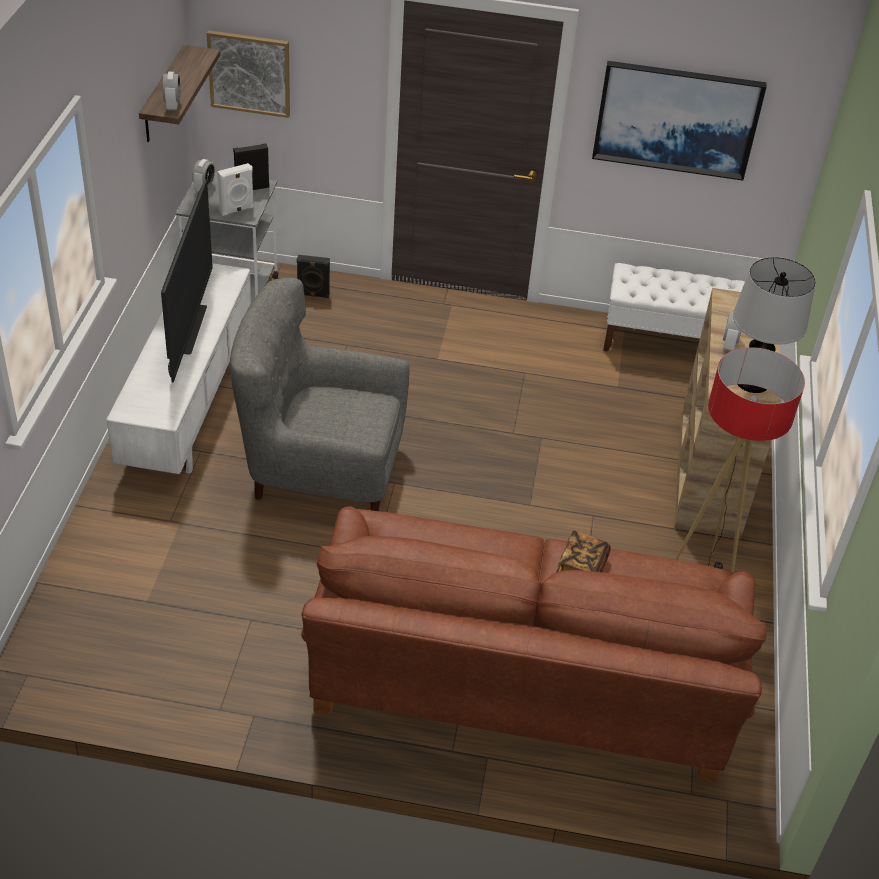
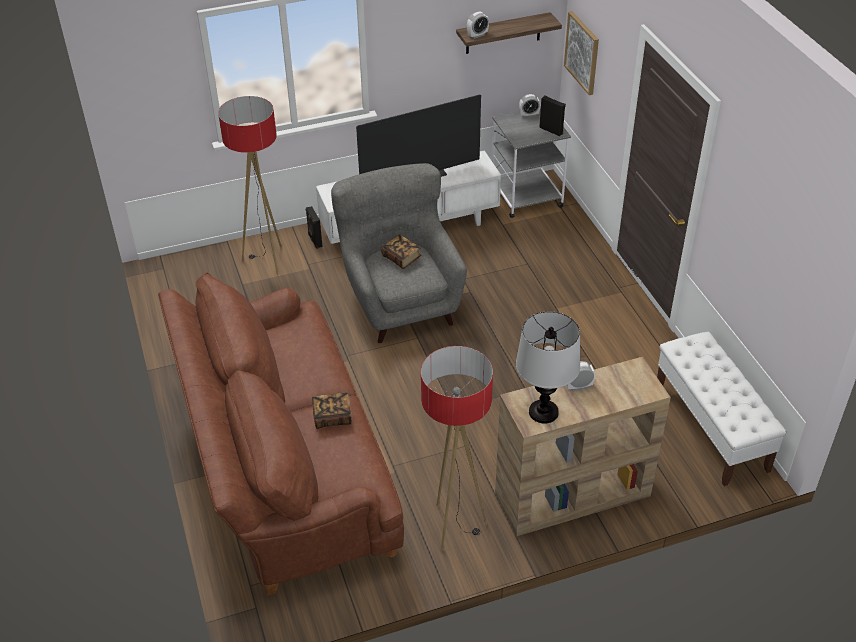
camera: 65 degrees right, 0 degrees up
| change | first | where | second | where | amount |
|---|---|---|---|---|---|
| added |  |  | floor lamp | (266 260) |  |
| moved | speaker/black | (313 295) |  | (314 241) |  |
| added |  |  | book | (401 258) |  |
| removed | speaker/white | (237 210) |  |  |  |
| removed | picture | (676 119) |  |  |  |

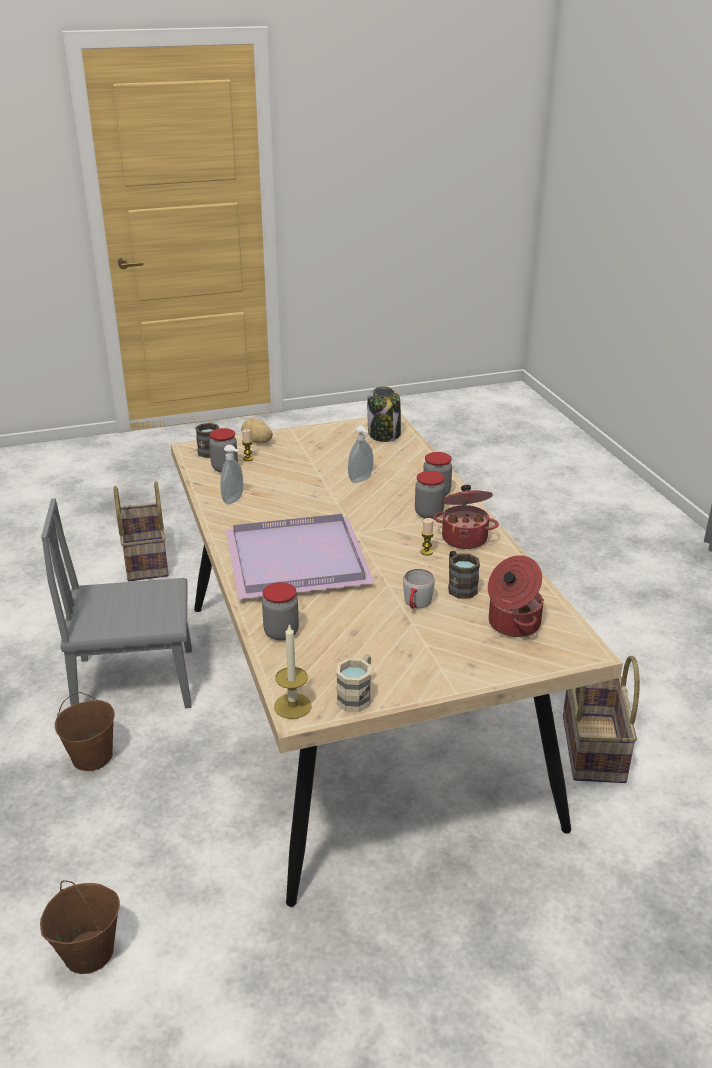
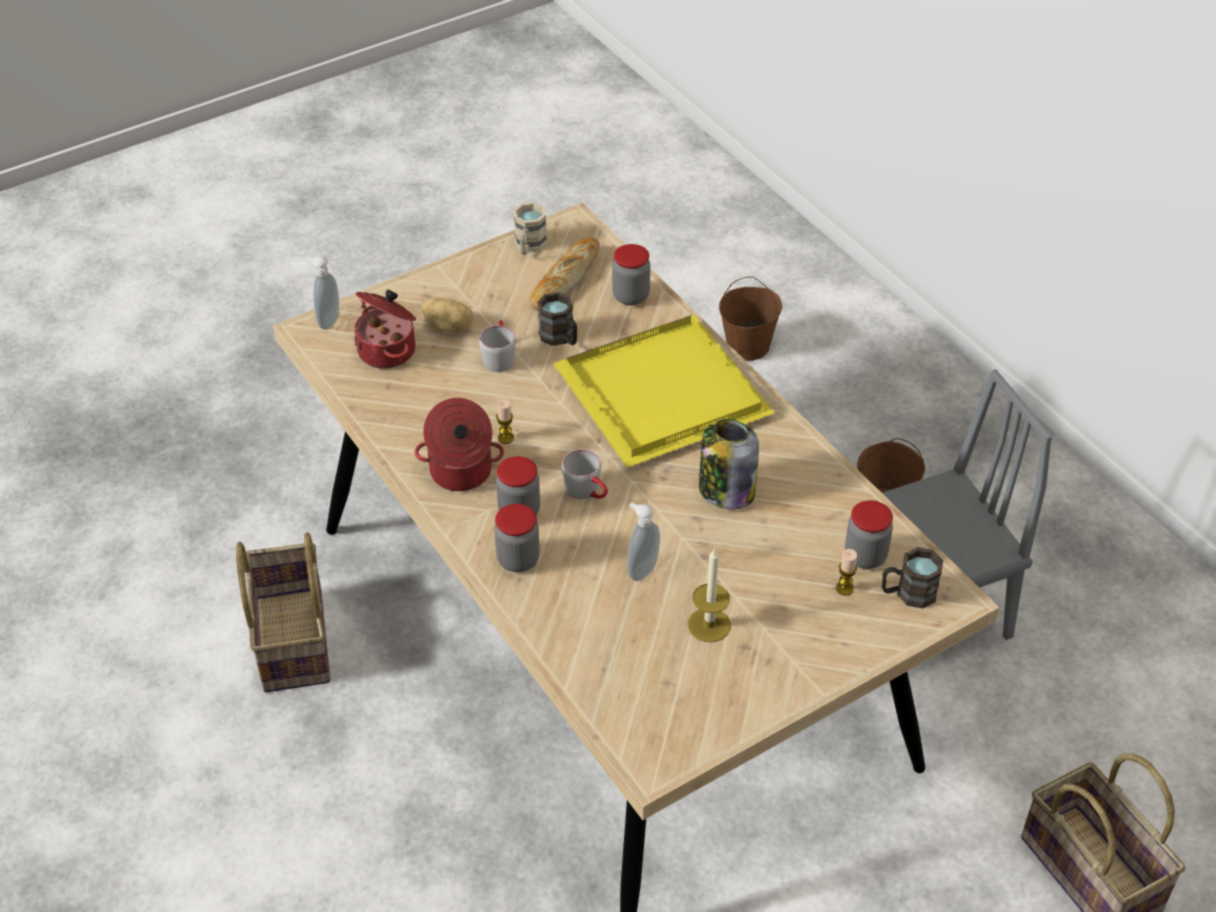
camera: 165 degrees right, 15 degrees up
| change | first | where | second | where | amount |
|---|---|---|---|---|---|
| moved | soap dispenser | (234 500) |  | (327 320) |  |
| moved | potato | (257 441) |  | (449 326) |  |
| added |  |  | bread | (564 279) |  |
| moved | mug/brown | (459 586) |  | (560 338) |  |
| recoloured | tray/purple | (299 559) | tray/yellow | (660 396) |  |
| added |  |  | mug/grey | (588 492) |  |
| moved | candle | (292 706) |  | (709 625) |  |
| moved | jar | (384 435) |  | (726 490) |  |

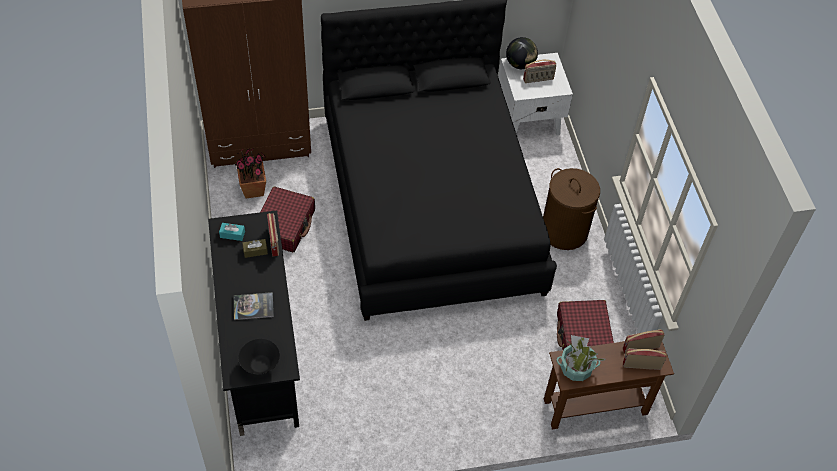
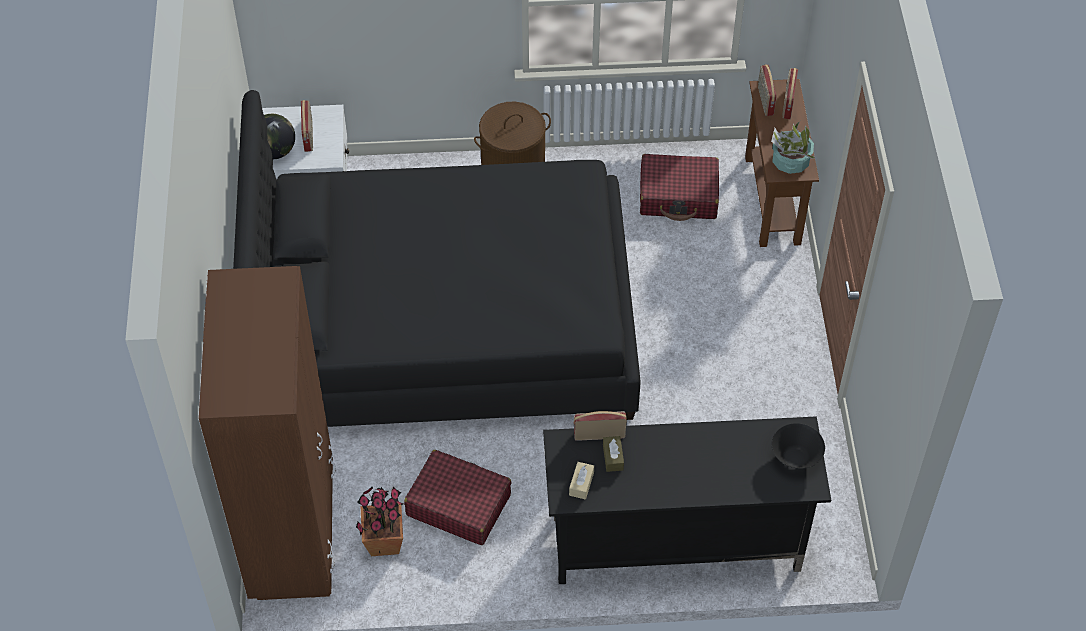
camera: 80 degrees left, 0 degrees up
| change | first | where | second | where | amount |
|---|---|---|---|---|---|
| recoloured | tissue box/turquoise | (232 234) | tissue box/beige | (581 484) |  |
| removed | book | (253 306) |  |  |  |

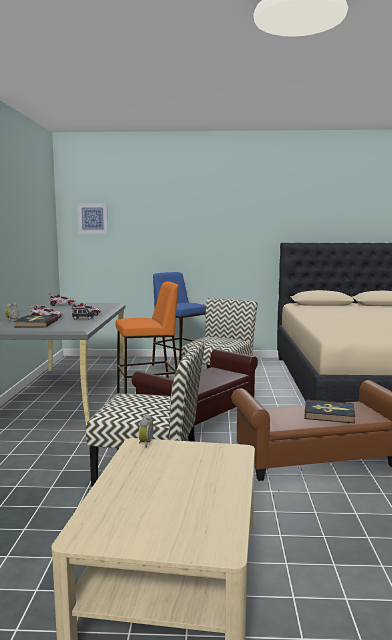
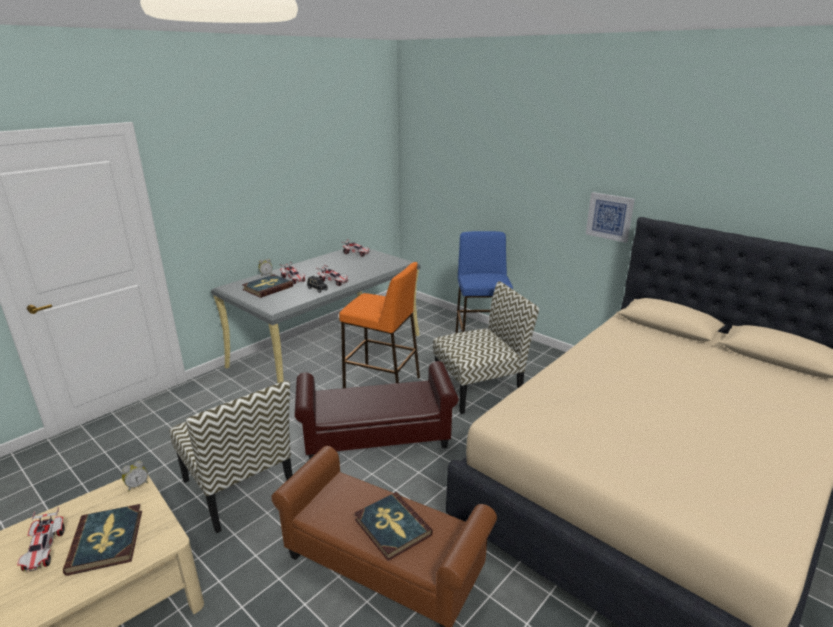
camera: 40 degrees right, 15 degrees up
| change | first | where | second | where | amount |
|---|---|---|---|---|---|
| added |  |  | toy car | (44 550) |  |
| added |  |  | book | (107 541) |  |
| moved | picture | (92 218) |  | (609 216) |  |

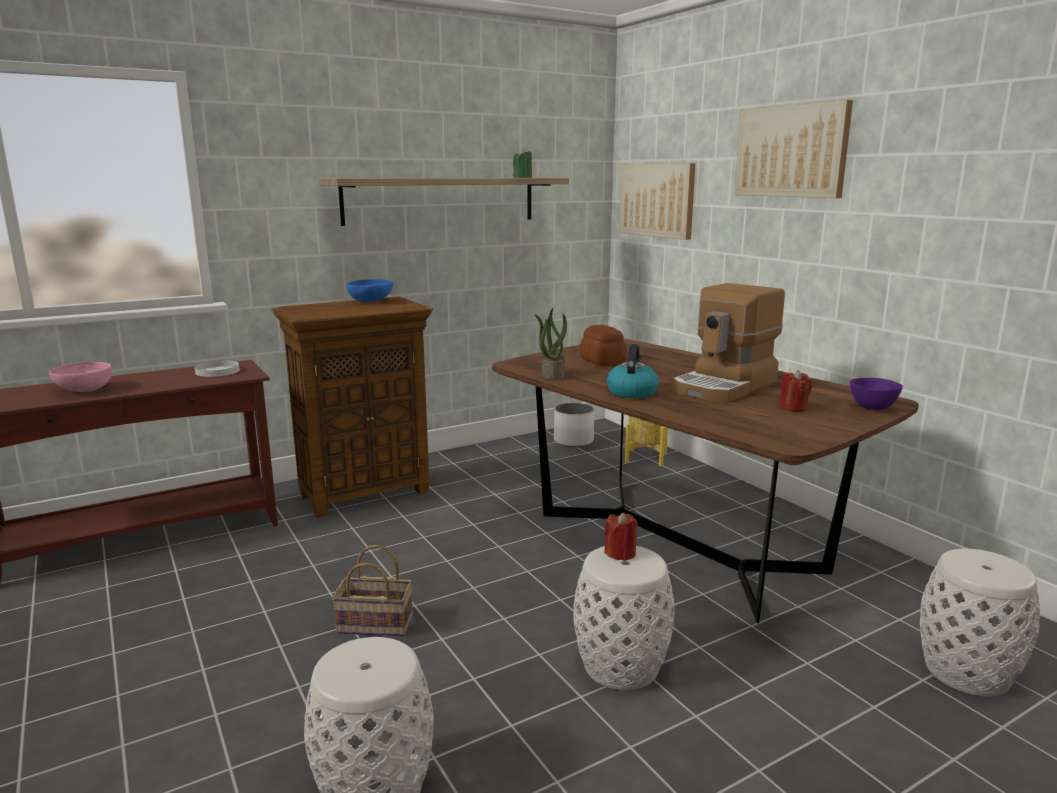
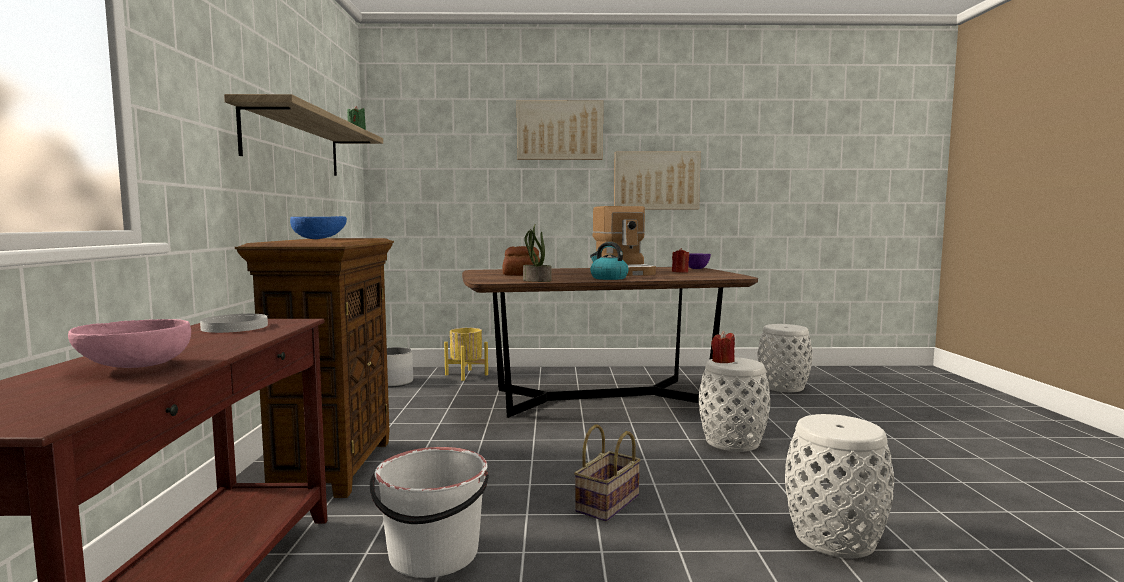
camera: 60 degrees left, 10 degrees down
| change | first | where | second | where | amount |
|---|---|---|---|---|---|
| added |  |  | bucket/white | (433 555) |  |
| moved | picture | (657 200) |  | (656 180) |  |

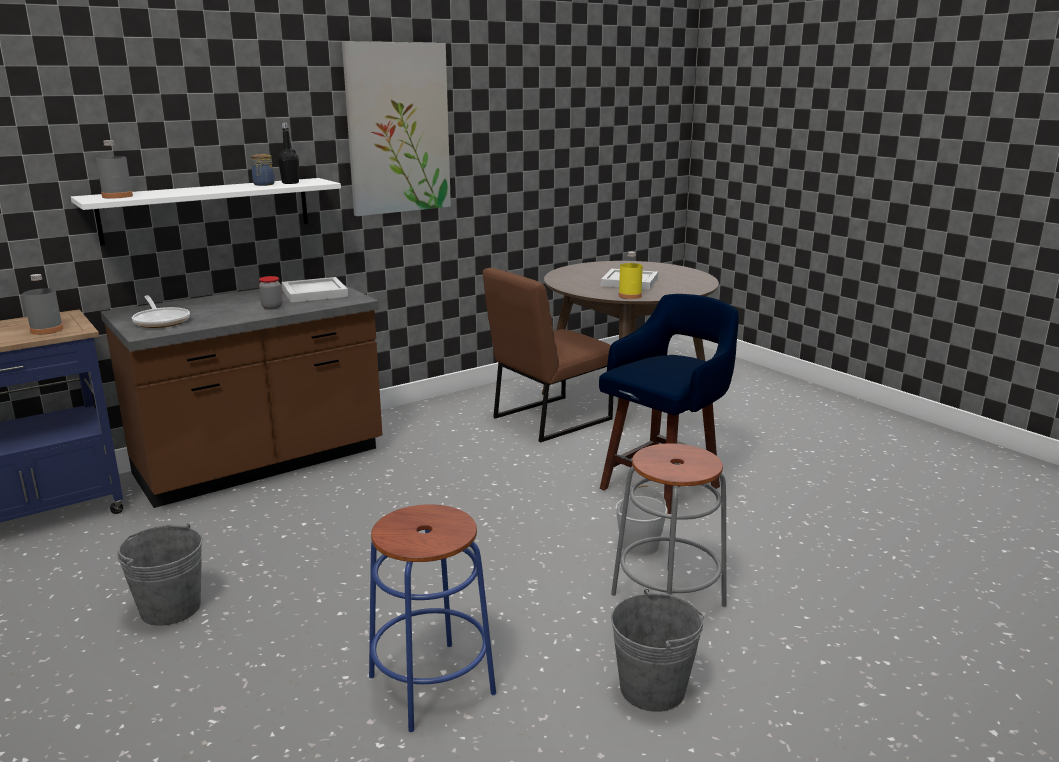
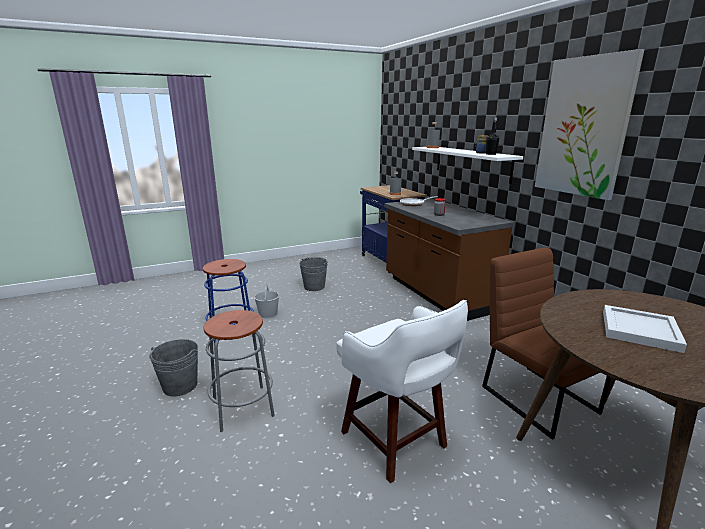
camera: 100 degrees right, 0 degrees up
| change | first | where | second | where | amount |
|---|---|---|---|---|---|
| moved | bucket/white | (640 545) |  | (268 314) |  |
| recoloured | stool/blue | (663 486) | stool/white | (395 442) |  |
| removed | tray/white | (313 293) |  |  |  |
| removed | bottle/yellow | (630 296) |  |  |  |

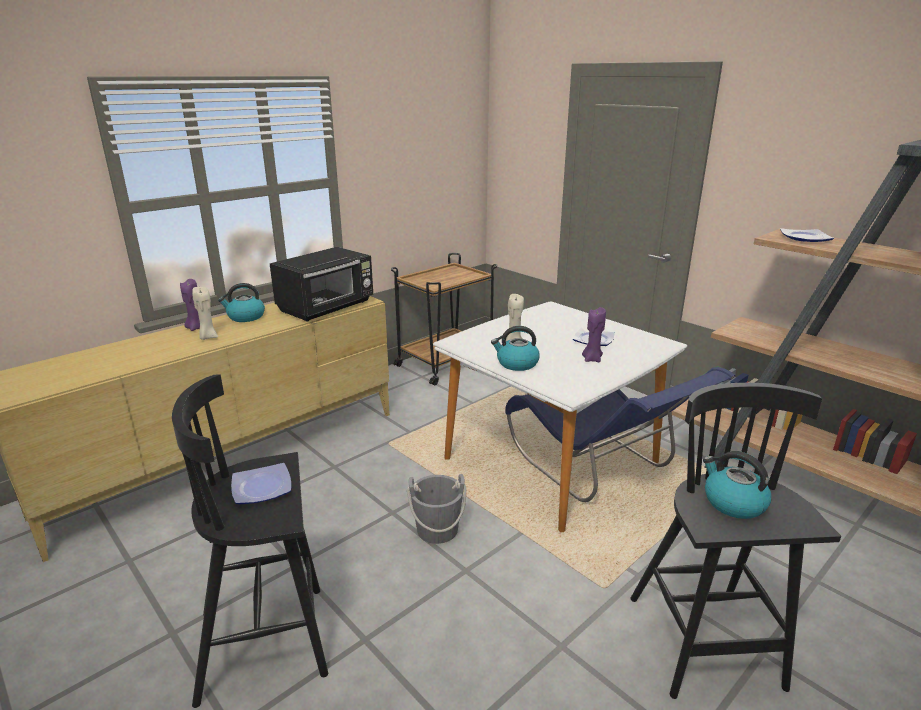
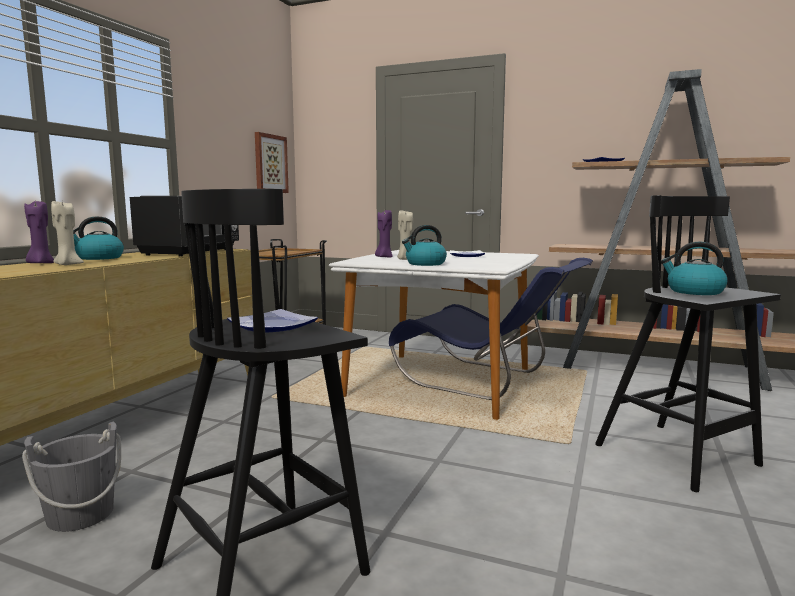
camera: 25 degrees left, 15 degrees down
| change | first | where | second | where | amount |
|---|---|---|---|---|---|
| moved | bucket/grey | (437 529) |  | (80 514) |  |
| added |  |  | picture | (270 164) |  |
| moved | candle/purple | (592 359) |  | (384 257) |  |

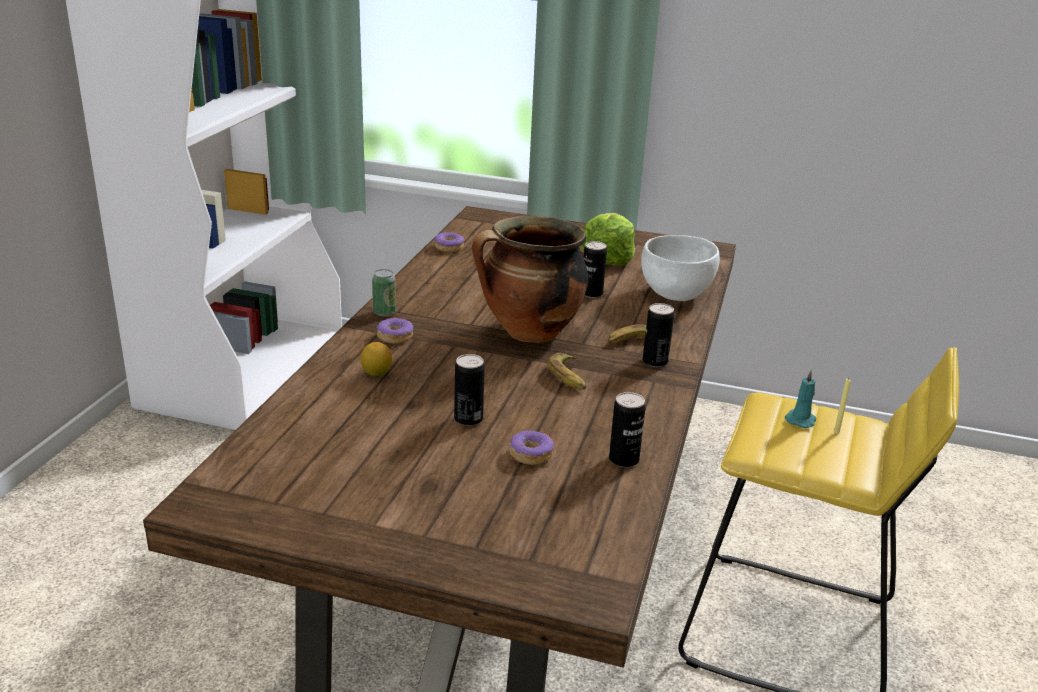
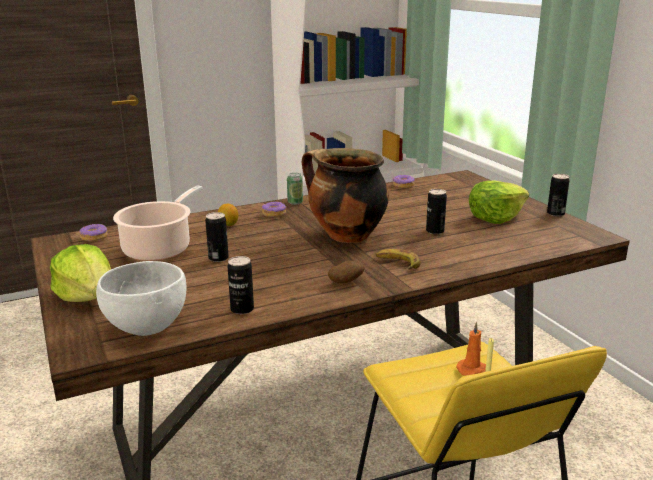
camera: 50 degrees right, 5 degrees down
| change | first | where | second | where | amount |
|---|---|---|---|---|---|
| added |  |  | lettuce | (87 296) |  |
| moved | donut | (530 454) |  | (94 237) |  |
| moved | bowl/white | (675 294) |  | (148 326) |  |
| added |  |  | cooking pot | (160 248) |  |
| added |  |  | potato | (346 282) |  |
| recoloured | candle/turquoise | (801 420) | candle/orange | (473 370) |  |
| moved | can | (655 361) |  | (555 213) |  |
| removed | banana | (569 377) |  |  |  |

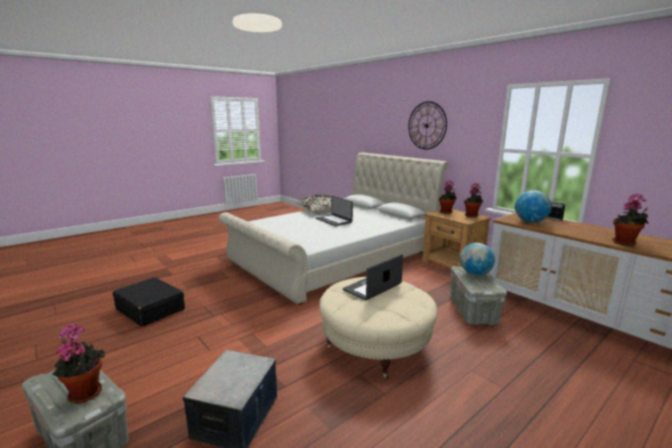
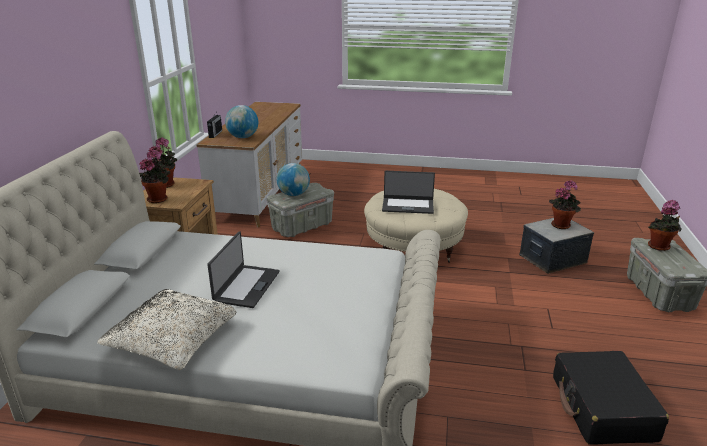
camera: 130 degrees left, 10 degrees up
| change | first | where | second | where | amount |
|---|---|---|---|---|---|
| moved | potted plant | (625 243) |  | (561 225) |  |
| removed | wall clock | (426 125) |  |  |  |

